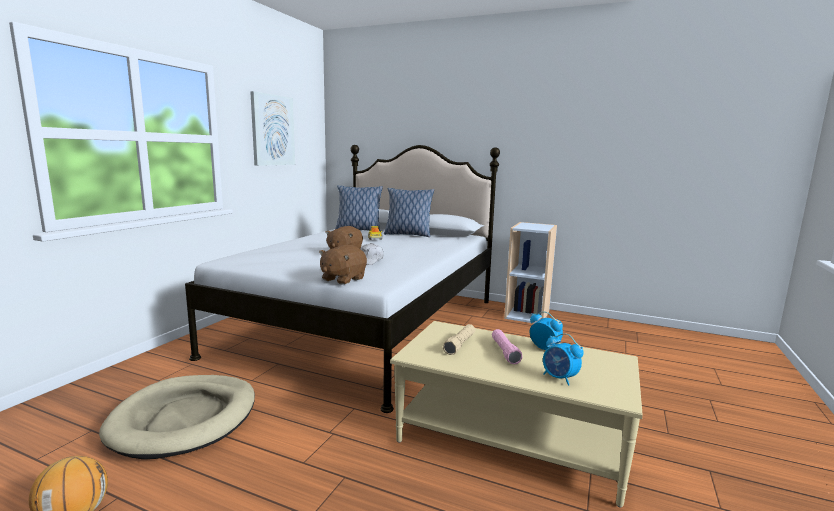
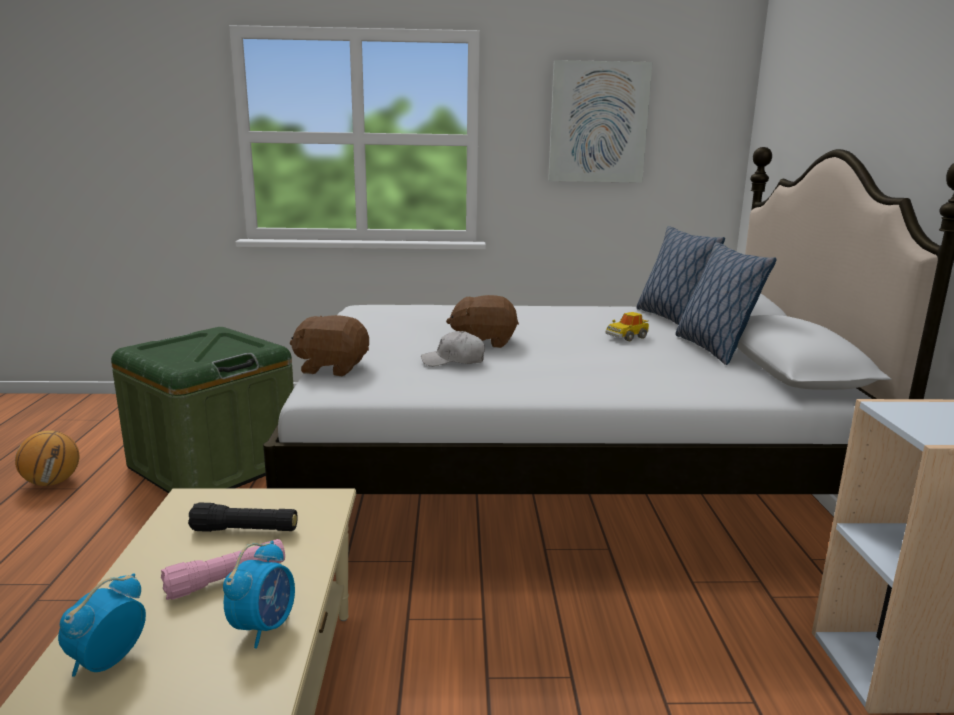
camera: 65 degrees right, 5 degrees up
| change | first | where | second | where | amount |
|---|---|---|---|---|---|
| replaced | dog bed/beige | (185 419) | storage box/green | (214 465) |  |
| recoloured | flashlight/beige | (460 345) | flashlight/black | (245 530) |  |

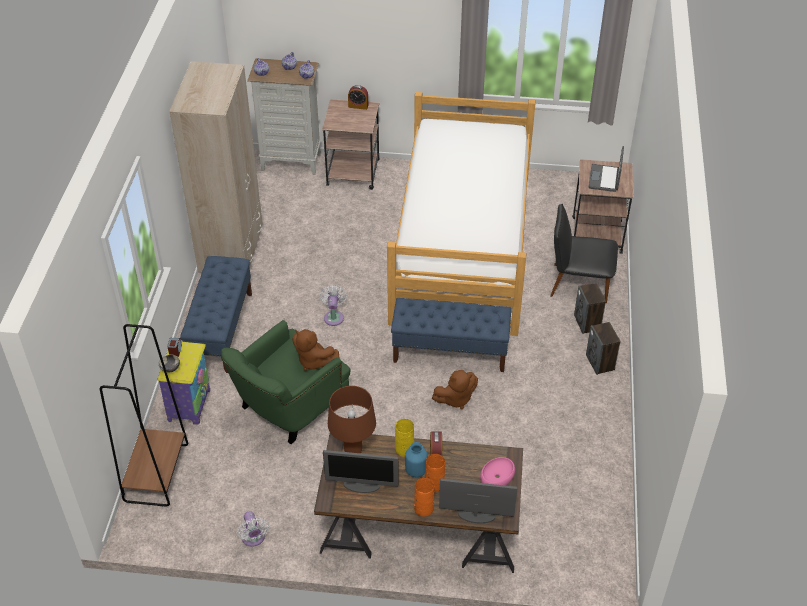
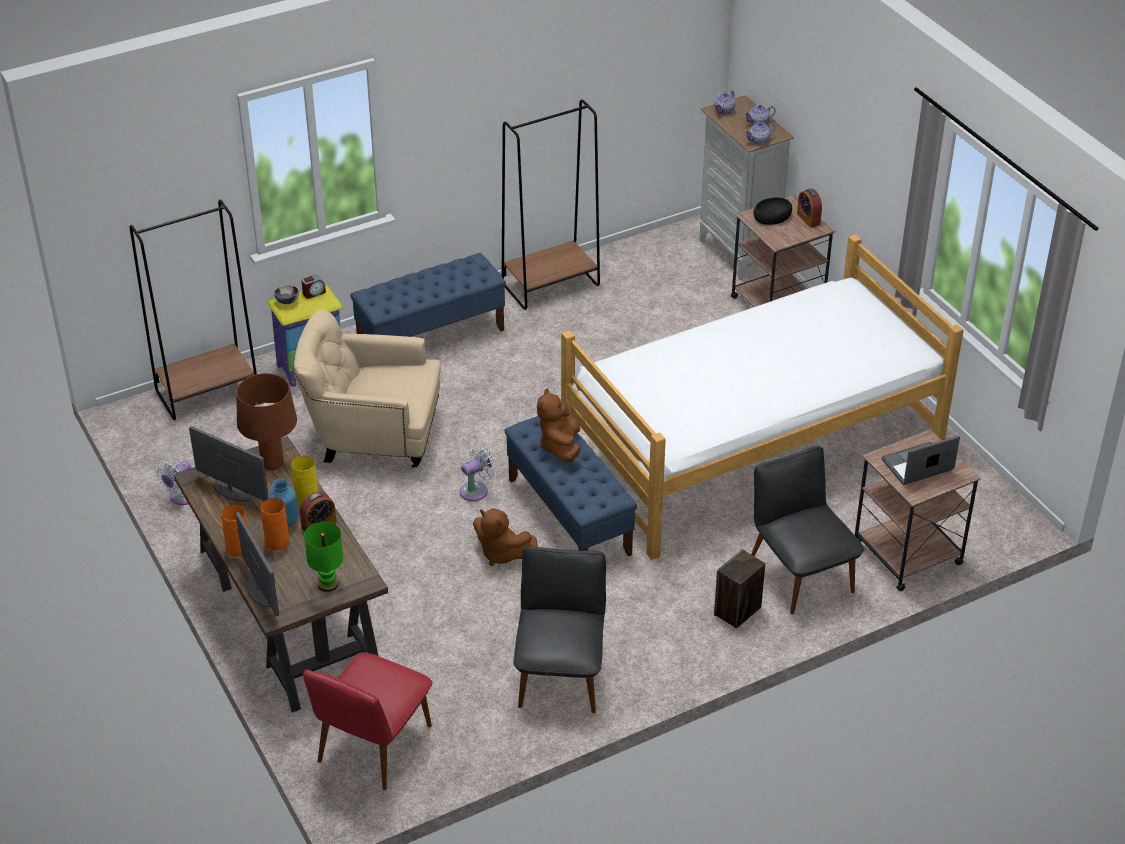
camera: 55 degrees right, 5 degrees down
| change | first | where | second | where | amount |
|---|---|---|---|---|---|
| turned | monitor | (361 485) |  | (232 491) | 150 degrees clockwise |
| recoloured | armchair/green | (289 406) | armchair/beige | (373 435) |  |
| added |  |  | chair/red | (374 743) |  |
| replaced | bowl/pink | (497 476) | table lamp/green | (328 584) |  |
| moved | fan/white | (334 316) |  | (476 490) |  |
| replaced | wardrobe/beige | (232 252) | clothes rack | (550 286) |  |
| added |  |  | chair/black | (560 676) |  |
| moved | plush toy/brown | (313 361) |  | (560 447) |  |
| added |  |  | bowl/black | (772 216) |  |
| removed | speaker | (600 362) |  |  |  |

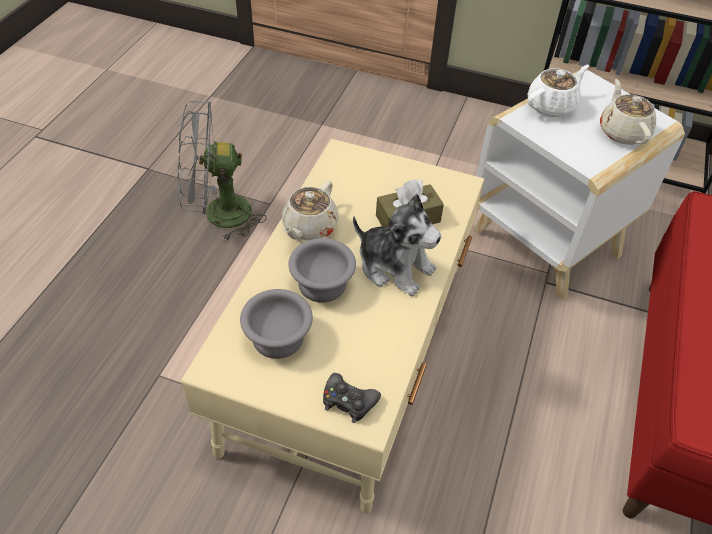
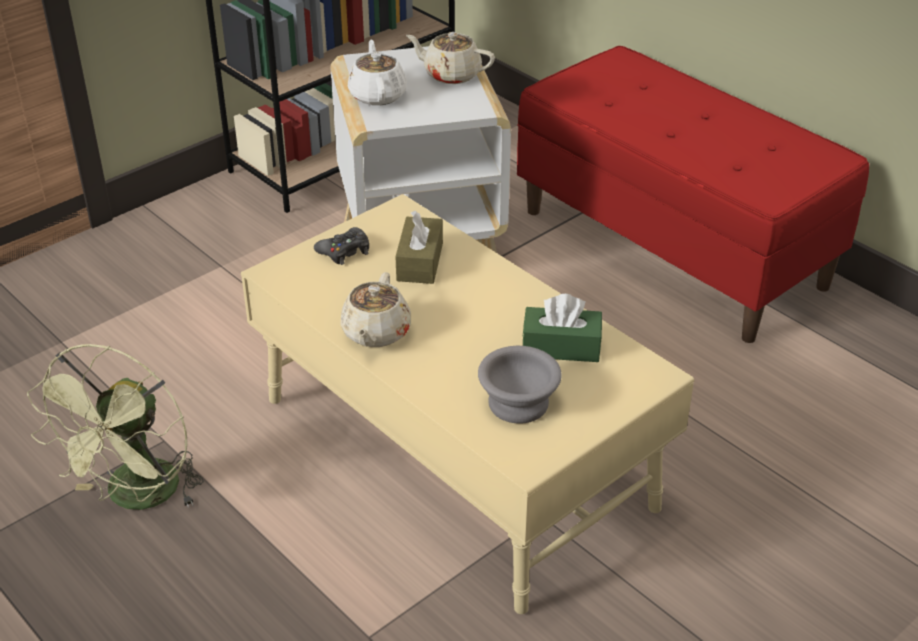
camera: 60 degrees left, 10 degrees down
| change | first | where | second | where | amount |
|---|---|---|---|---|---|
| recoloured | fan/grey | (217 215) | fan/green | (137 498) |  |
| moved | game controller/black | (348 401) |  | (344 252) |  |
| turned | teapot/beige | (309 227) |  | (375 333) | 45 degrees clockwise |
| added |  |  | tissue box/green | (561 347) |  |
| removed | bowl/grey | (321 286) |  |  |  |
| removed | plush toy | (394 267) |  |  |  |

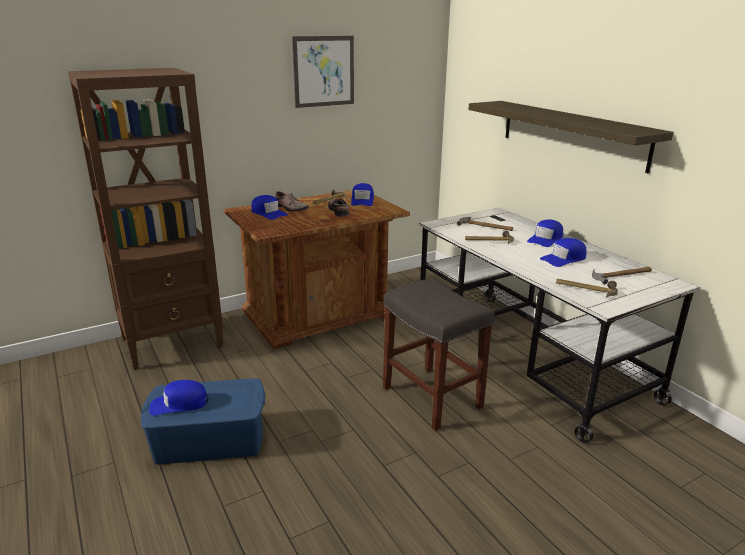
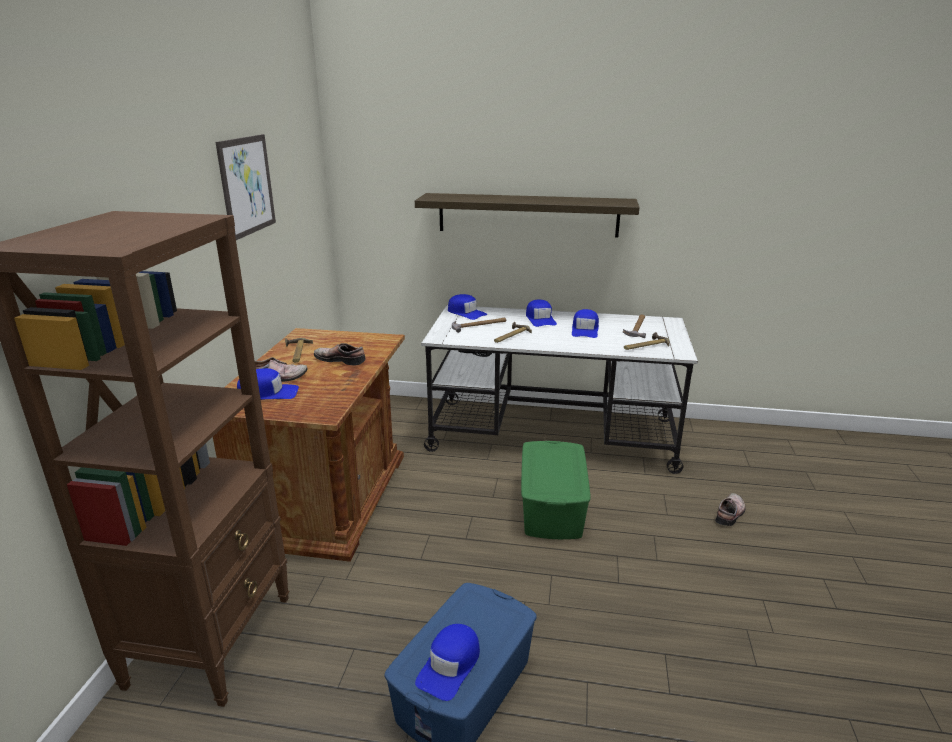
camera: 50 degrees left, 0 degrees up
| change | first | where | second | where | amount |
|---|---|---|---|---|---|
| moved | cap/blue | (362 200) |  | (466 313) |  |
| replaced | stool/grey | (430 397) | storage box/green | (551 507) |  |
| added |  |  | shoe | (731 514) |  |

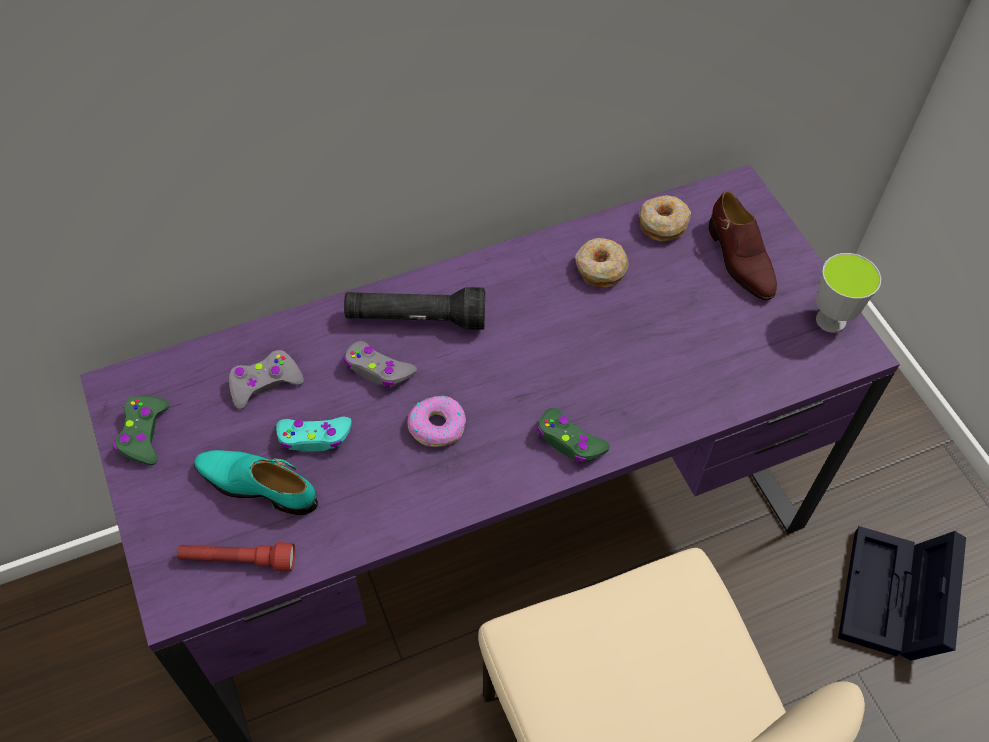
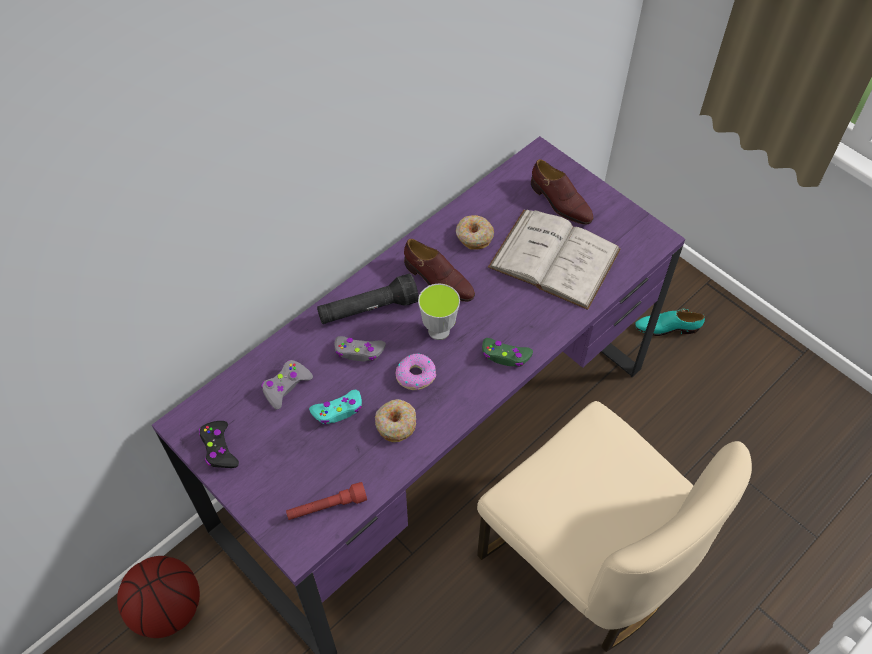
camera: 20 degrees left, 0 degrees up
| change | first | where | second | where | amount |
|---|---|---|---|---|---|
| added |  |  | basketball | (167 608) |  |
| recoloured | game controller/green | (143 434) | game controller/black | (219 449) |  |
| moved | donut | (662 224) |  | (395 424) |  |
| added |  |  | shoe/brown | (438 280) |  |
| moved | cup | (830 320) |  | (439 331) |  |
| added |  |  | book/white | (554 258) |  |
| moved | shoe/turquoise | (257 486) |  | (667 327) |  |
| removed | storage box/black | (894 601) |  |  |  |

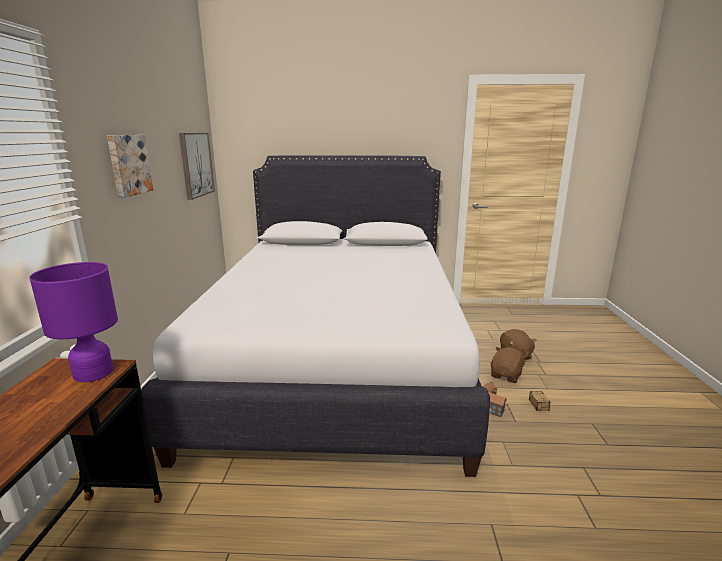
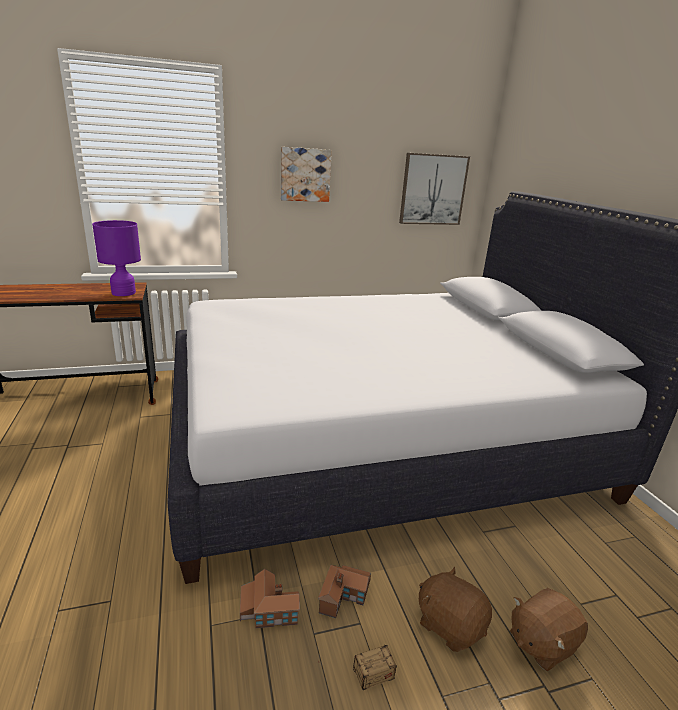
camera: 70 degrees right, 5 degrees up
| change | first | where | second | where | amount |
|---|---|---|---|---|---|
| added |  |  | toy house | (268 609) |  |
| turned | plush toy/brown | (506 375) |  | (450 624) | 150 degrees counterclockwise |

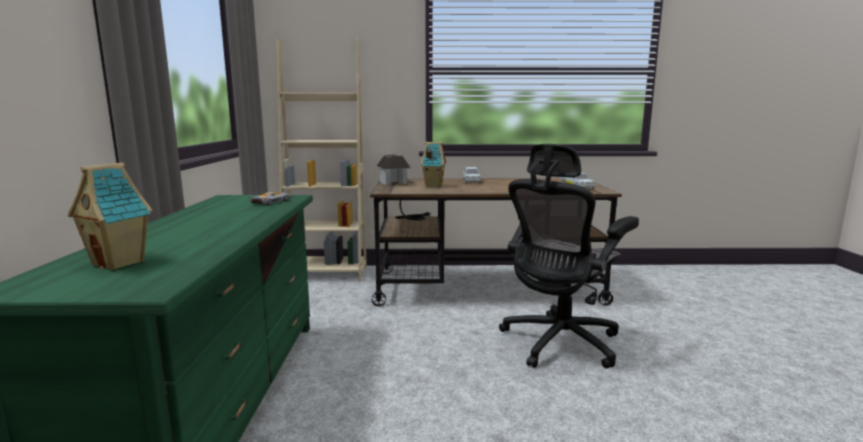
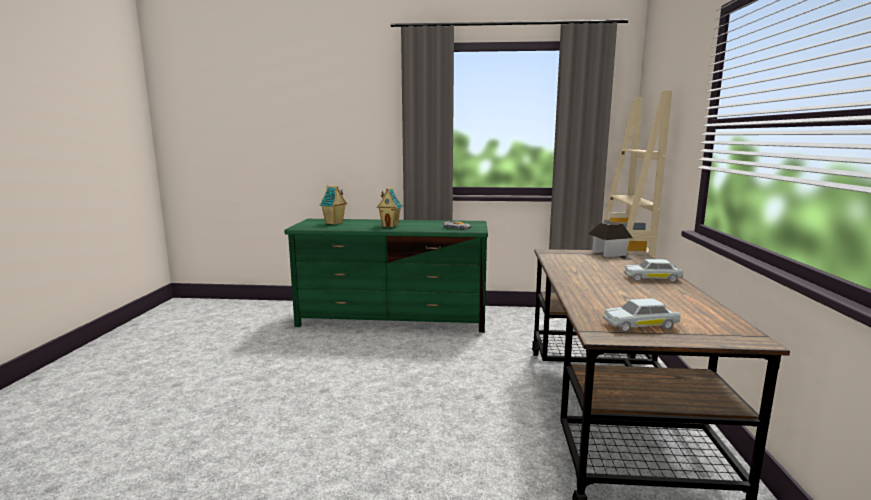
camera: 95 degrees right, 0 degrees up
| change | first | where | second | where | amount |
|---|---|---|---|---|---|
| moved | toy house | (433 186) |  | (390 226) |  |
| removed | office chair | (560 343) |  |  |  |

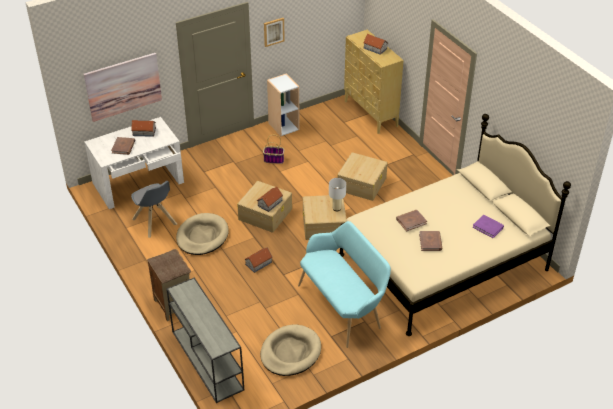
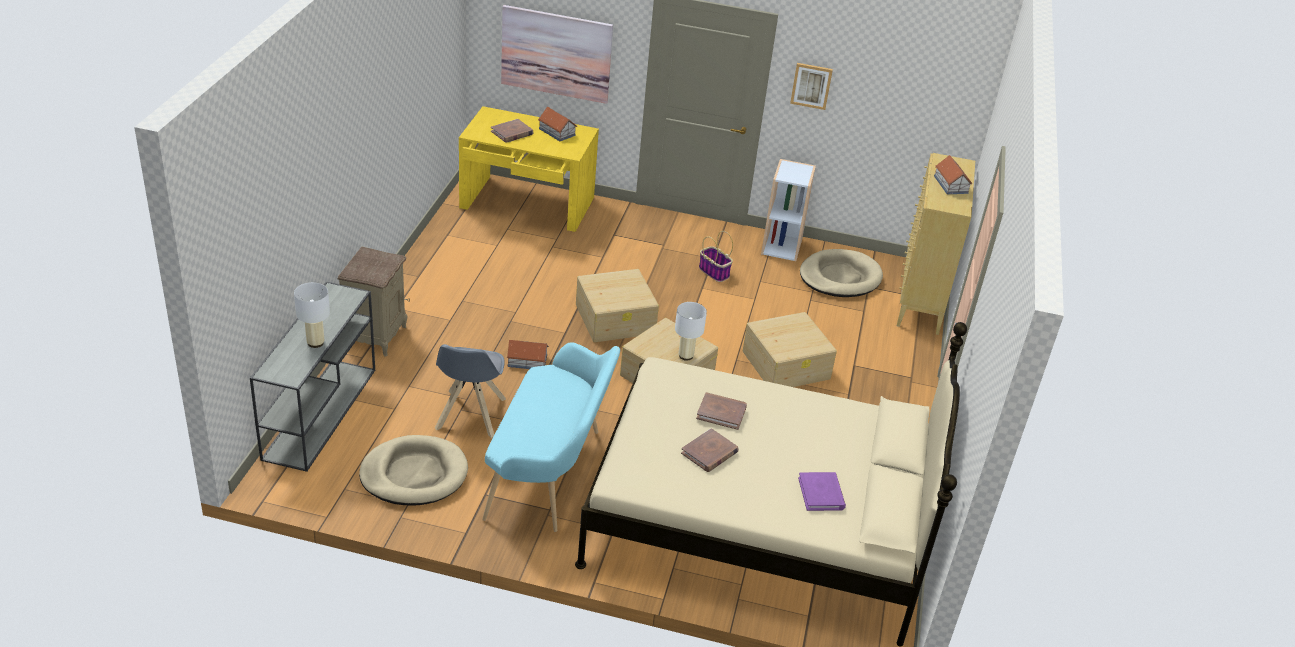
camera: 40 degrees right, 5 degrees down
| change | first | where | second | where | amount |
|---|---|---|---|---|---|
| added |  |  | table lamp/white | (316 343) |  |
| moved | chair/grey | (155 222) |  | (470 415) |  |
| recoloured | desk/white | (141 185) | desk/yellow | (526 206) |  |
| moved | dog bed/beige | (202 236) |  | (840 277) |  |
| removed | toy house | (270 203) |  |  |  |

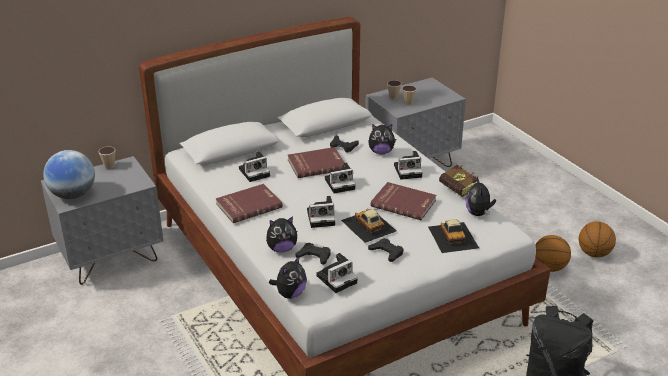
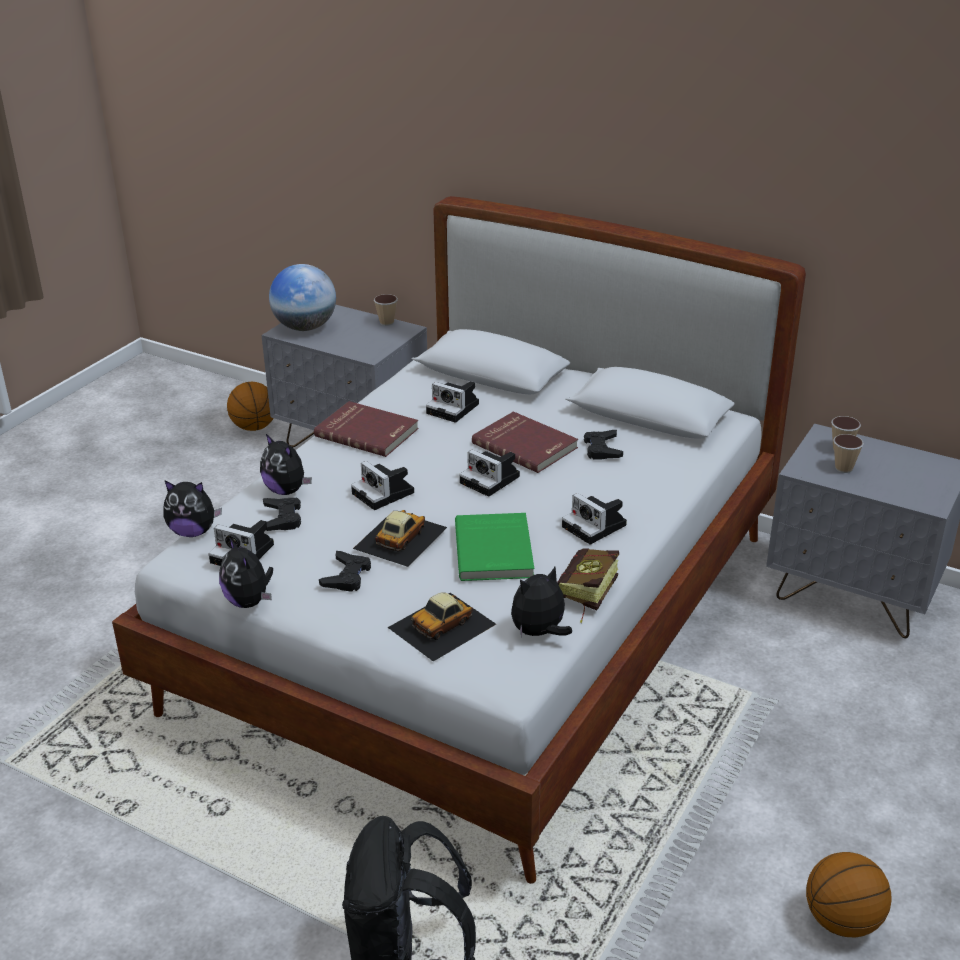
camera: 60 degrees right, 0 degrees up
| change | first | where | second | where | amount |
|---|---|---|---|---|---|
| moved | plush toy | (381 152) |  | (249 601) |  |
| moved | basketball | (549 267) |  | (254 427) |  |
| recoloured | book/red | (404 203) | book/green | (496 550) |  |

